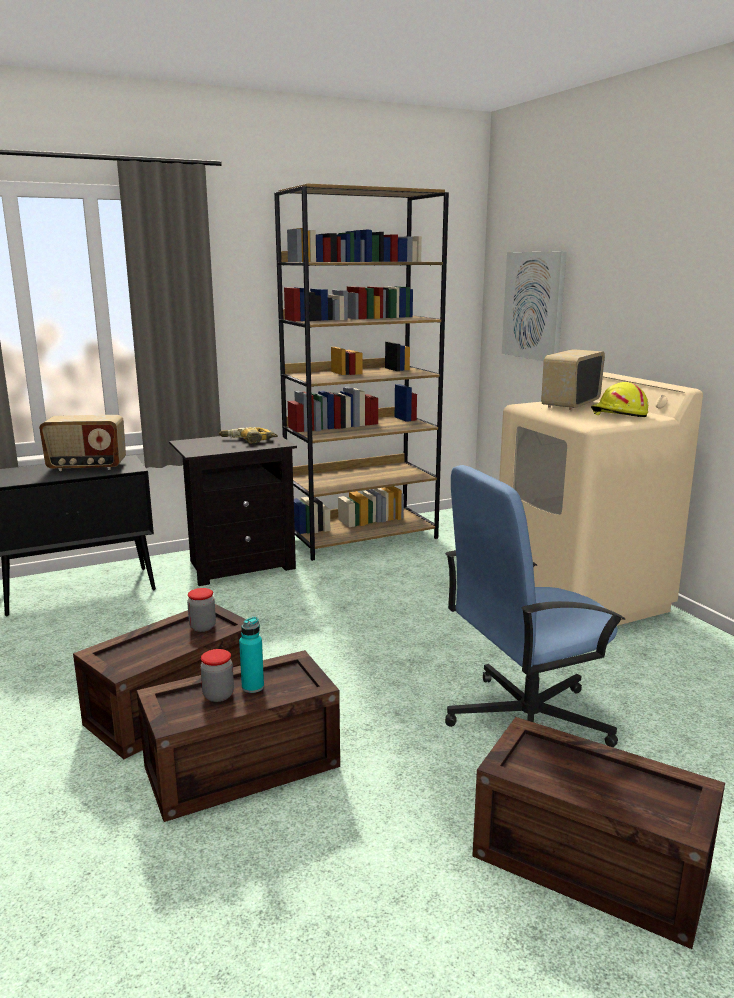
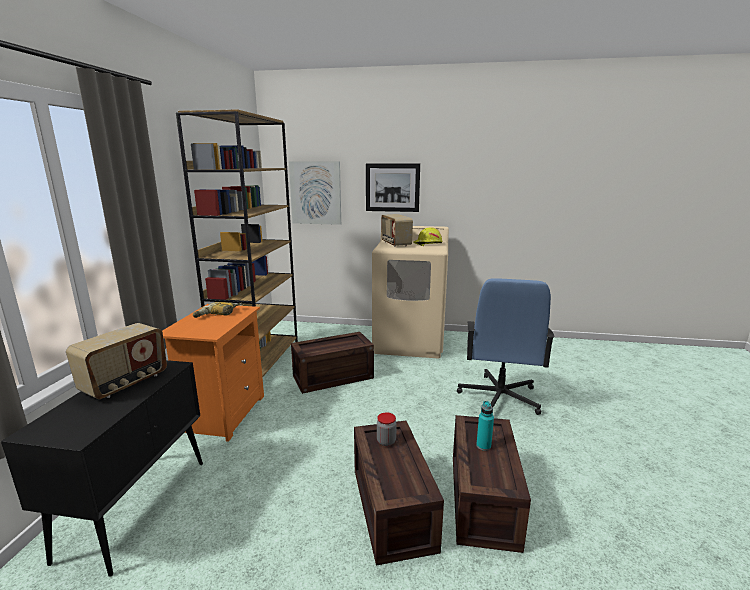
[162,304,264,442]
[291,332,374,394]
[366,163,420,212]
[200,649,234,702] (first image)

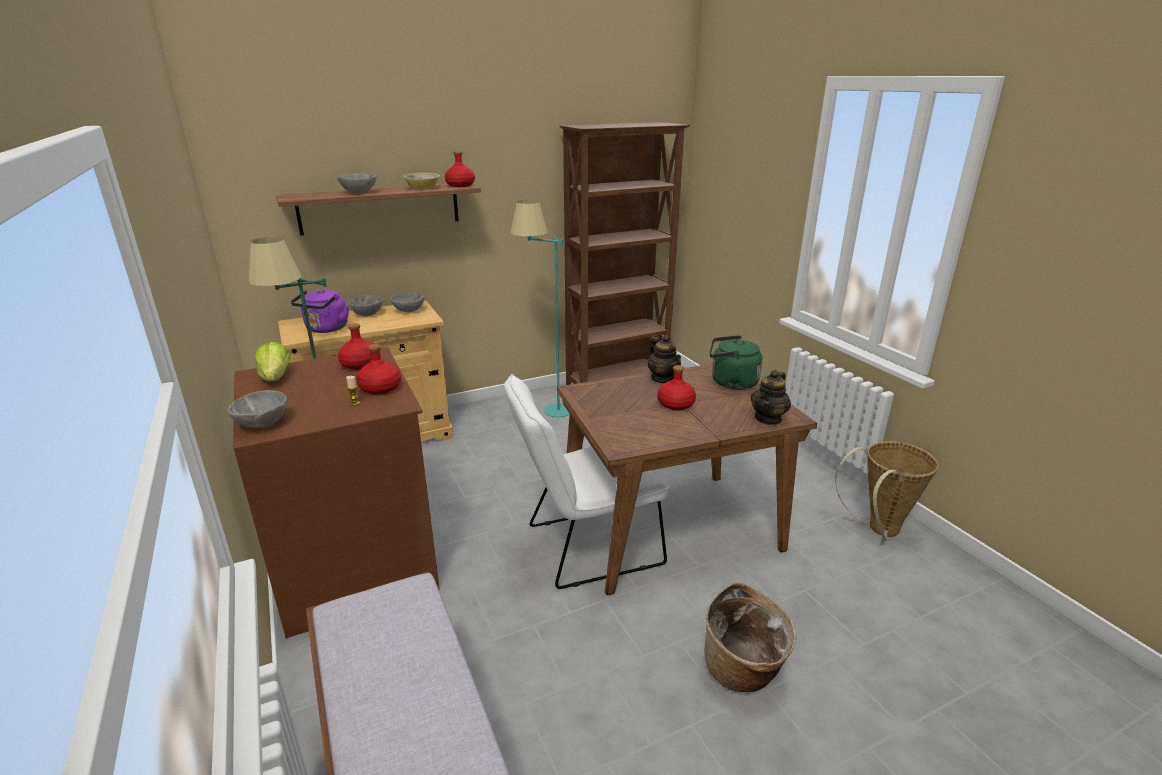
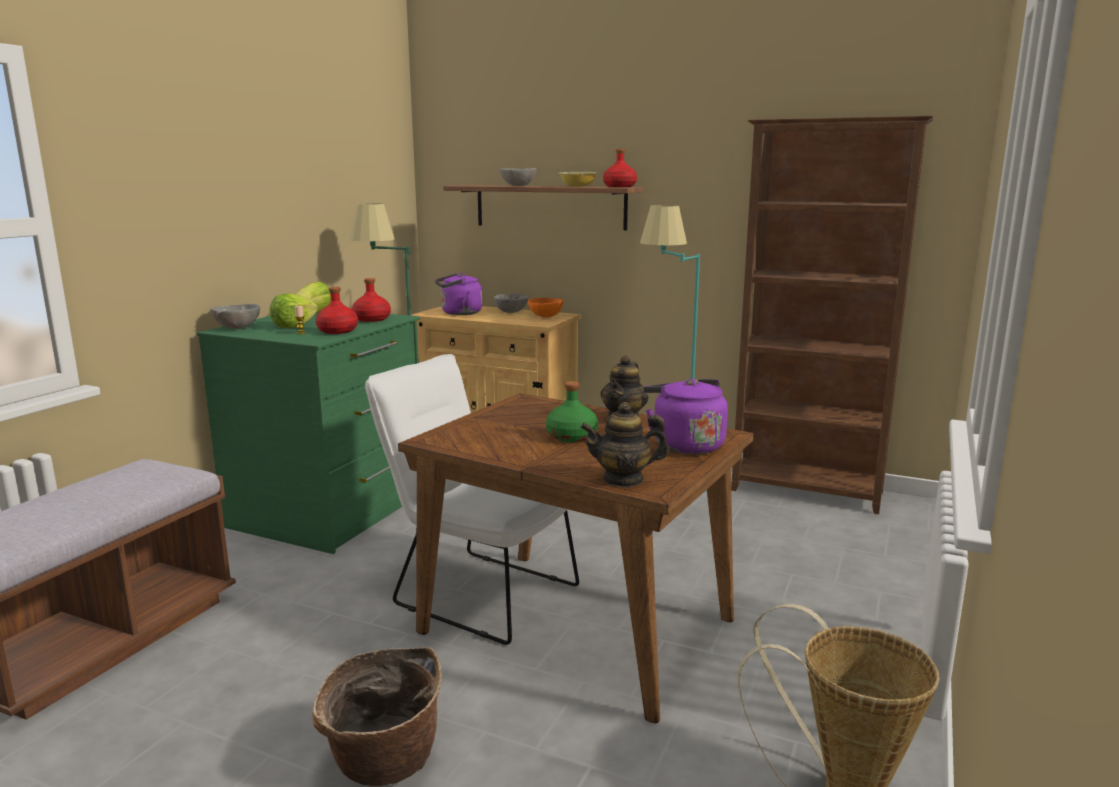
[197,313,420,554]
[269,293,318,328]
[528,298,563,317]
[546,381,598,442]
[643,379,728,454]

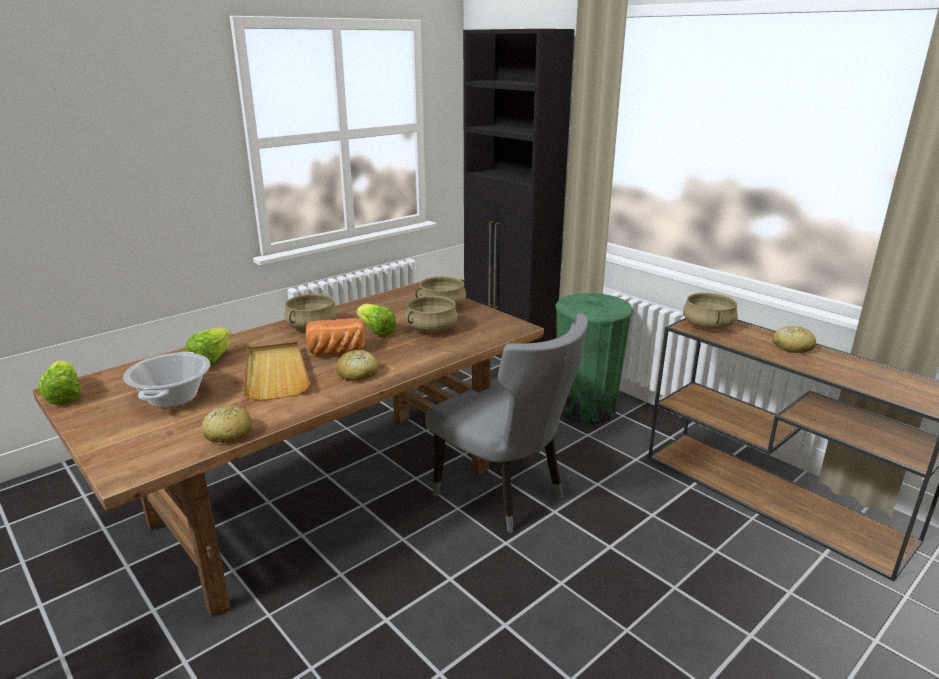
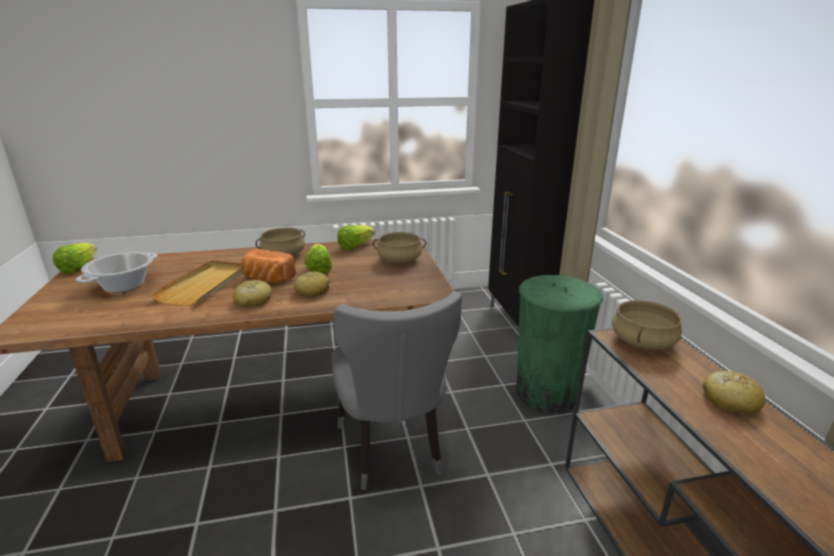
[294,272,330,297]
[337,225,375,250]
[405,296,458,333] (first image)

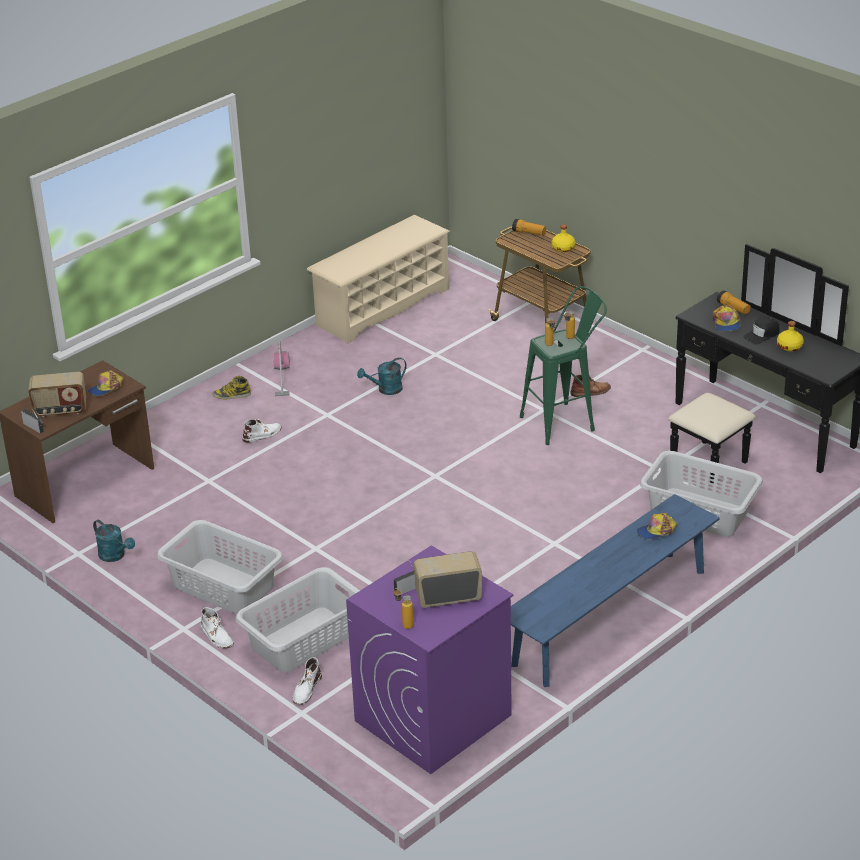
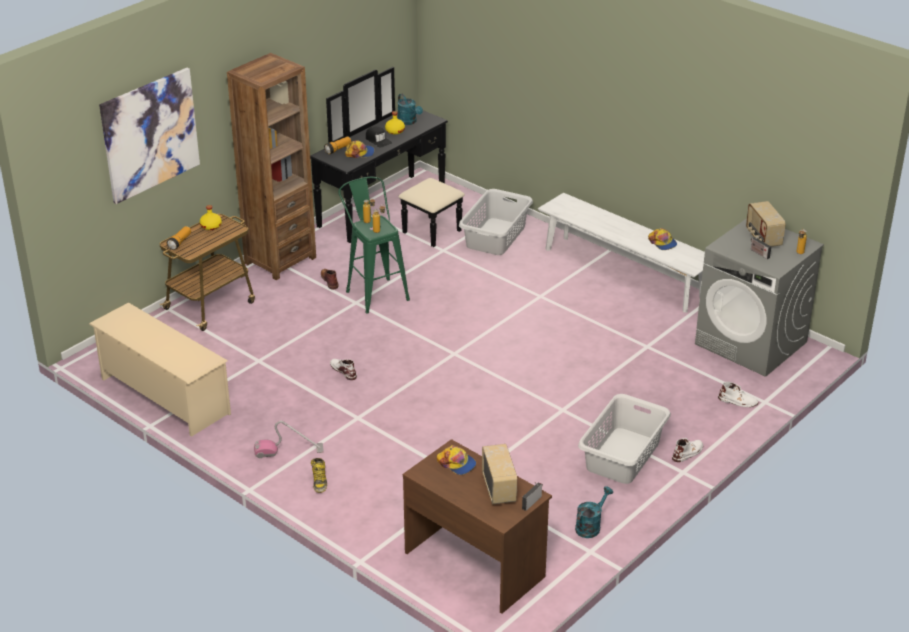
[99,68,200,204]
[227,53,316,280]
[330,359,357,380]
[397,94,423,125]
[538,193,705,312]
[648,228,677,250]
[695,218,824,377]
[236,567,360,673] (first image)

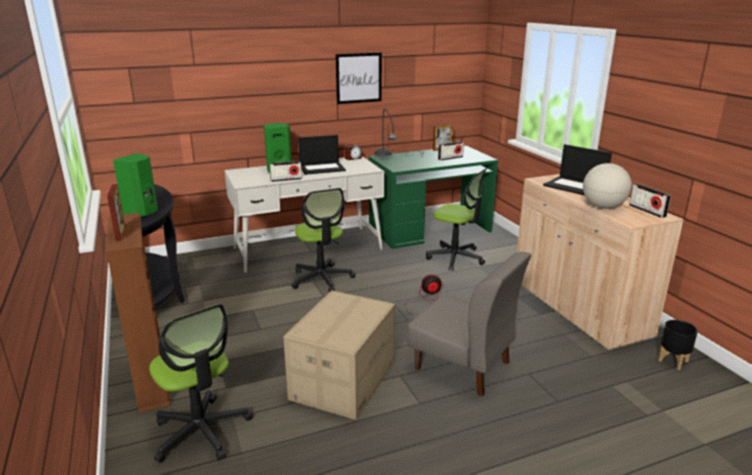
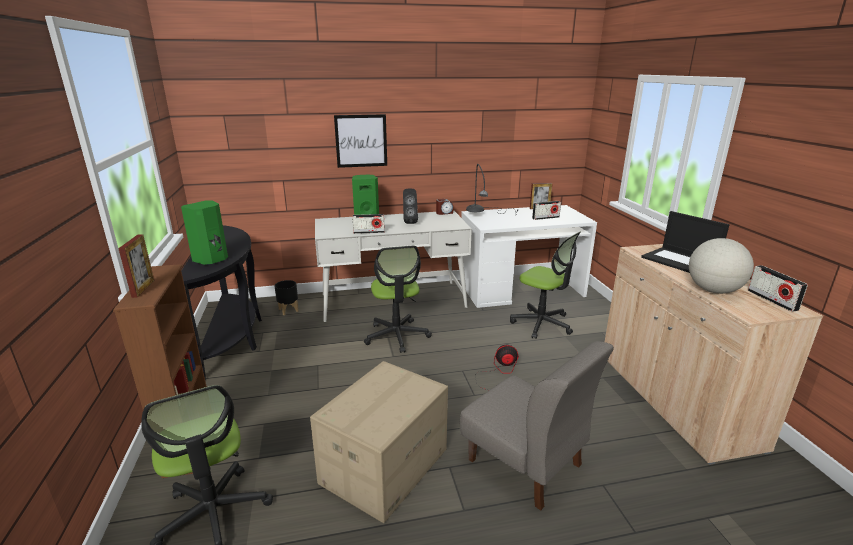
[274,280,299,315]
[334,114,387,168]
[403,189,418,224]
[459,205,597,308]

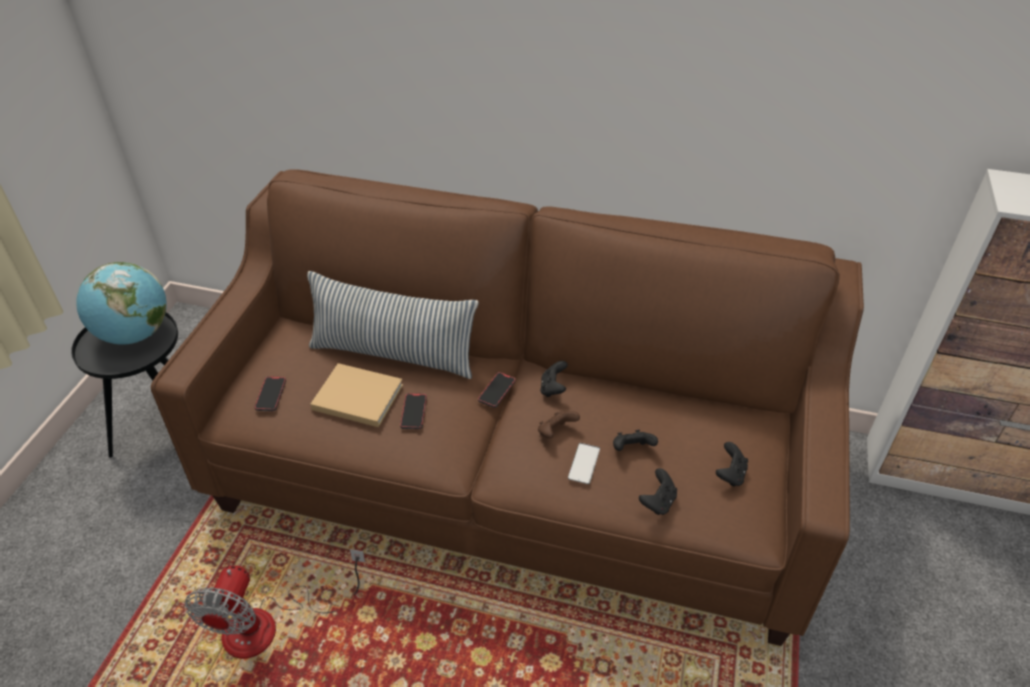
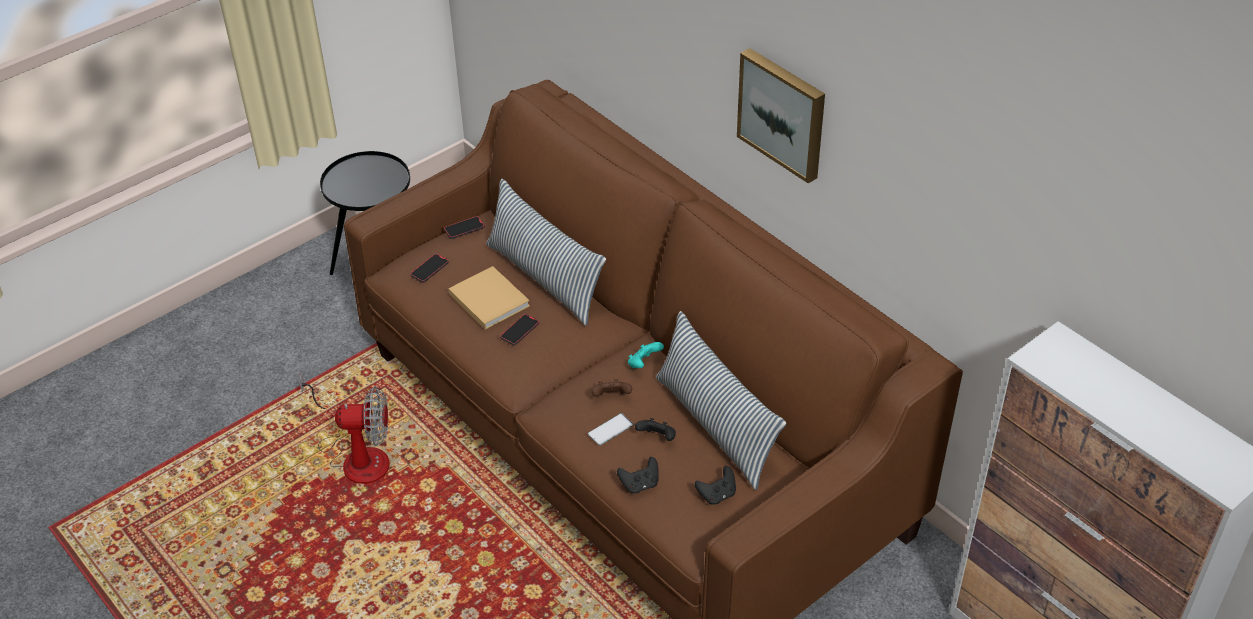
[299,373,390,484]
[444,216,485,239]
[628,342,664,368]
[656,311,786,490]
[737,48,825,184]
[76,262,167,345] (first image)

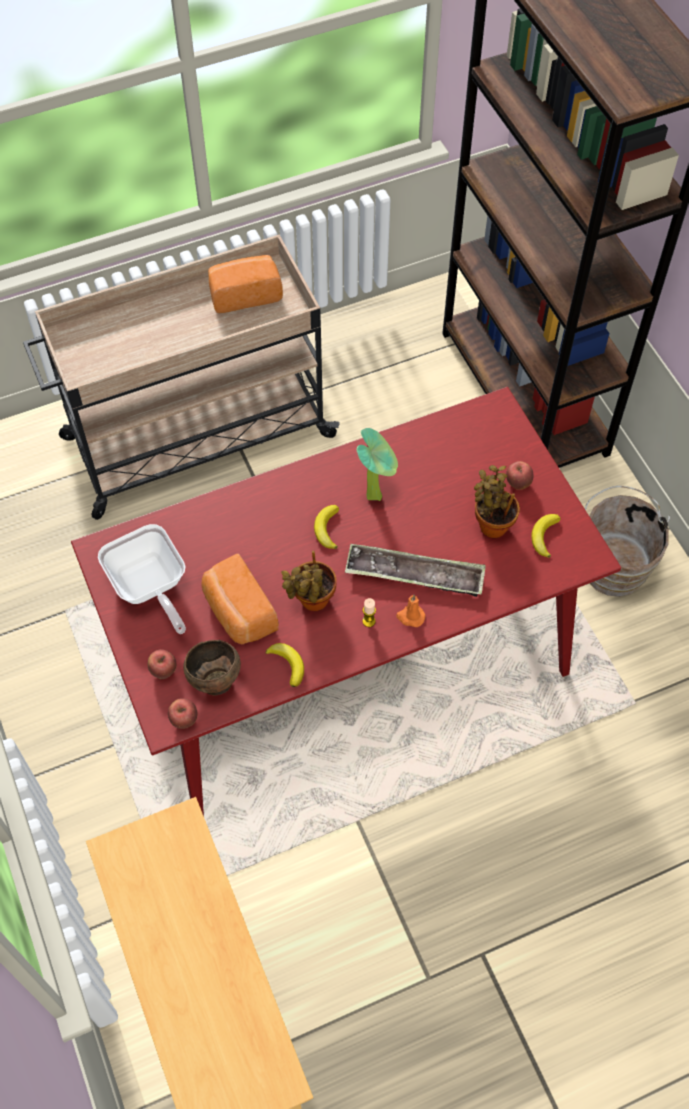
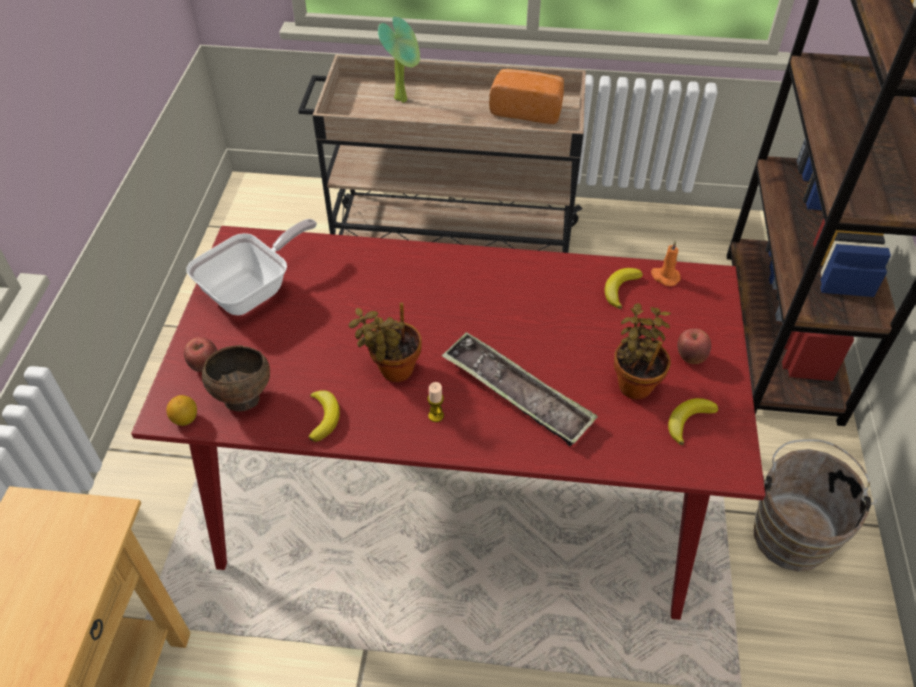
[166,395,197,426]
[186,219,317,315]
[378,16,420,103]
[605,268,643,309]
[651,241,681,286]
[201,554,279,644] (first image)

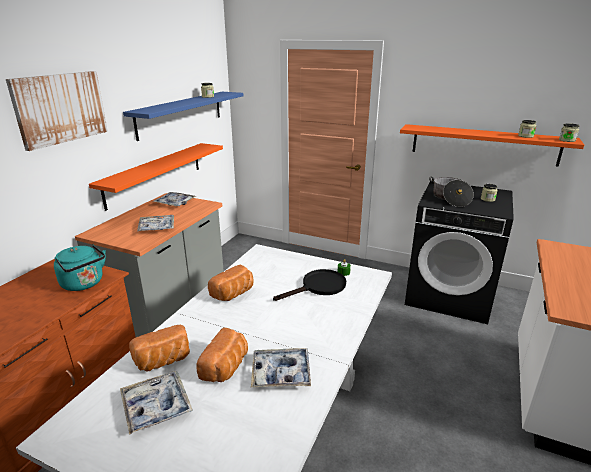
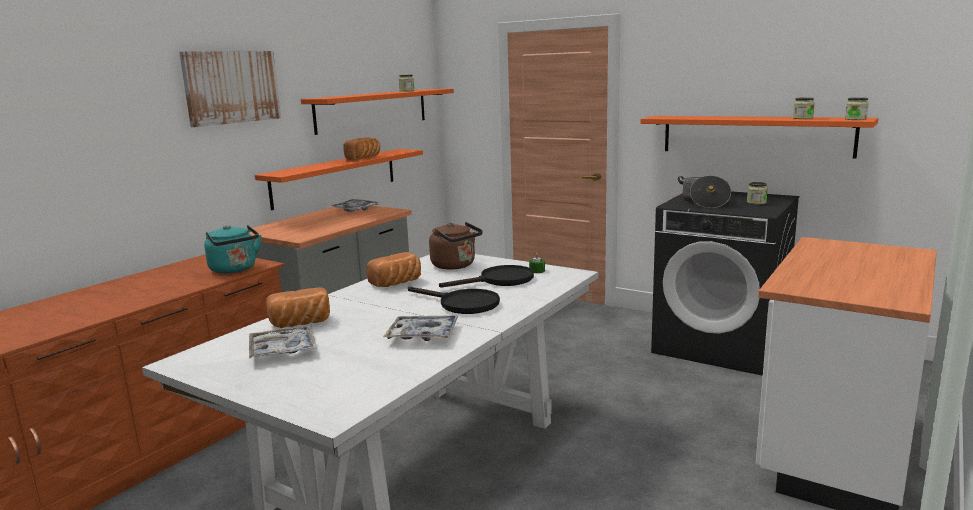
[301,89,454,135]
[344,137,380,160]
[408,287,500,314]
[429,222,483,270]
[137,215,174,232] (first image)

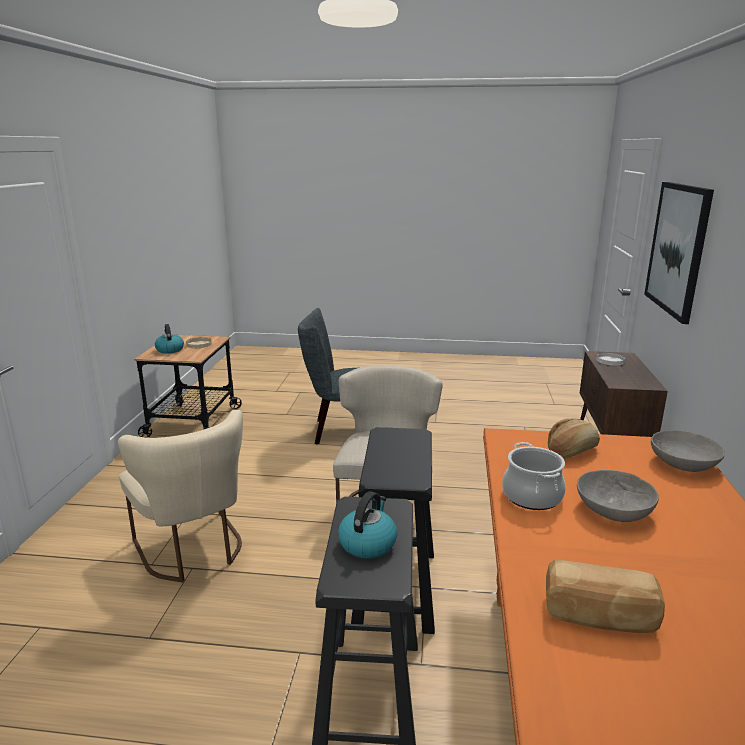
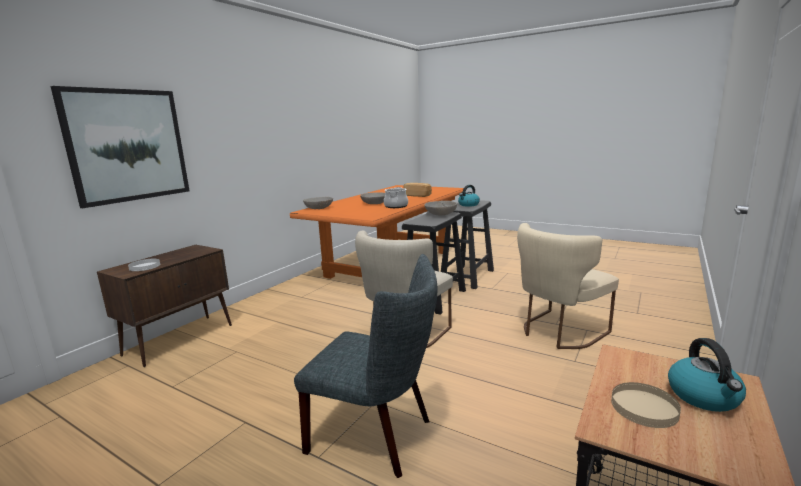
[424,201,457,215]
[517,223,619,349]
[548,418,600,459] (first image)

